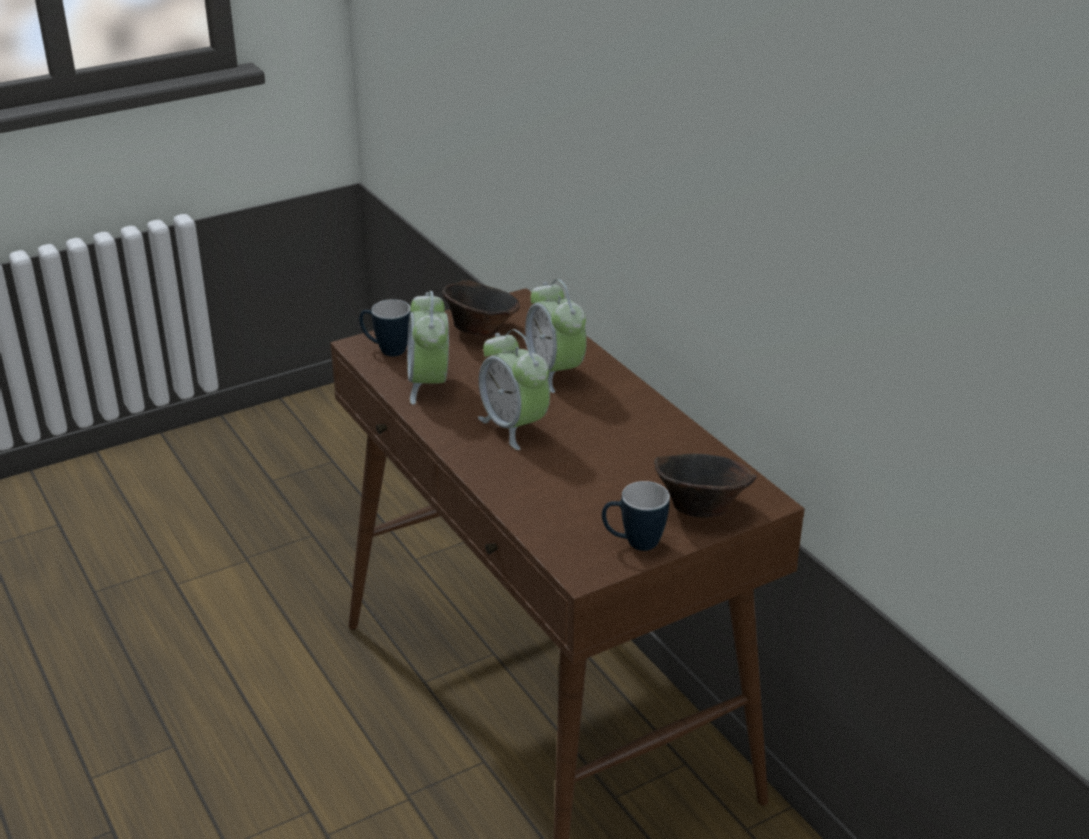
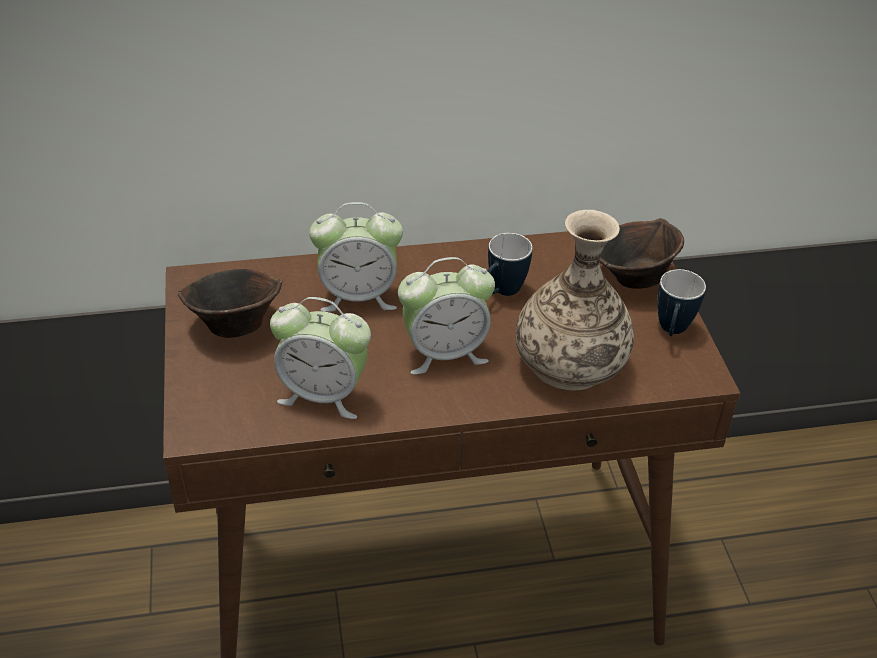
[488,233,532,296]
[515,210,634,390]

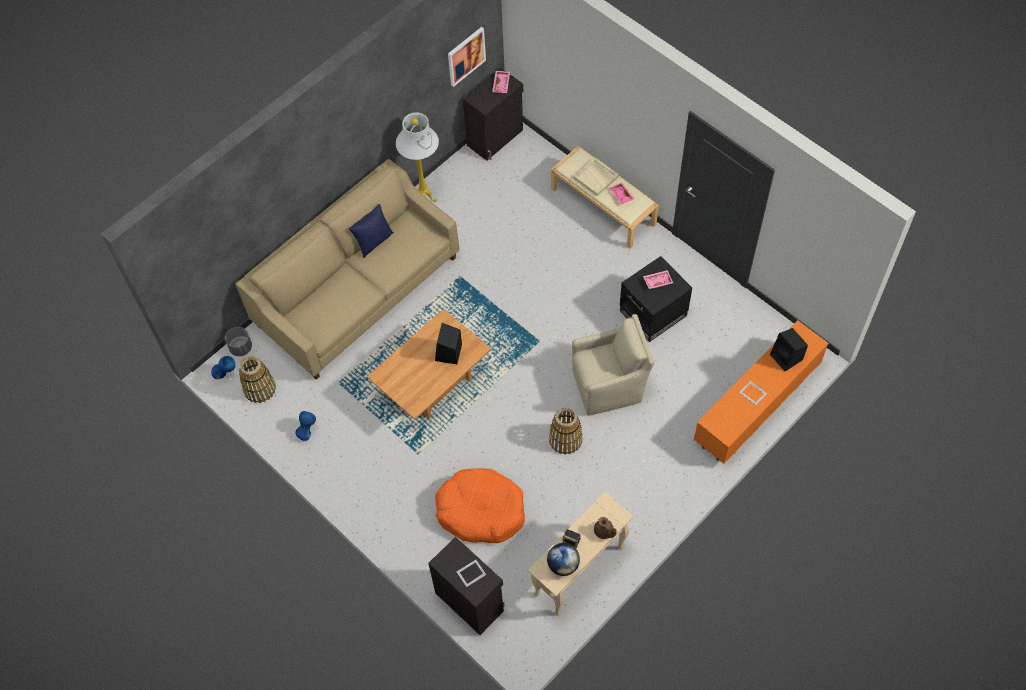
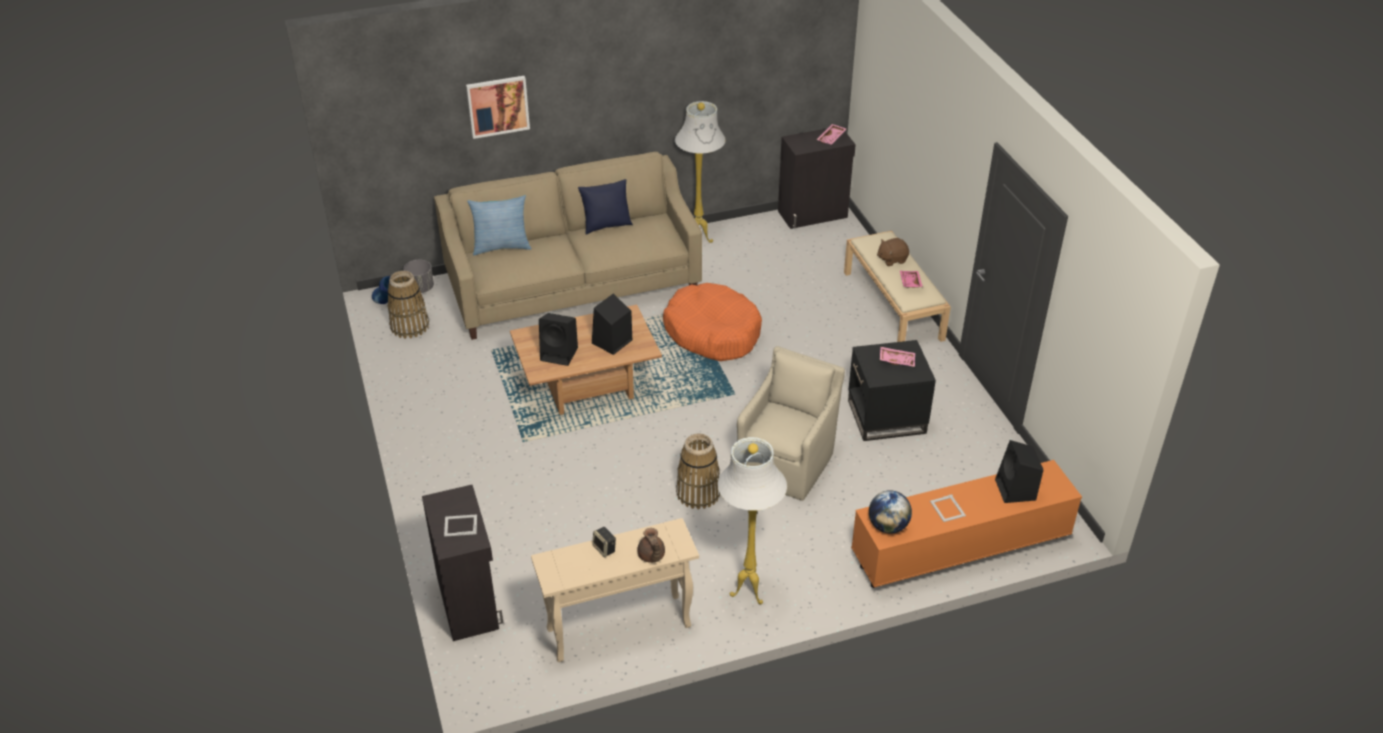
[466,76,530,139]
[467,195,532,255]
[539,313,578,366]
[663,283,762,361]
[718,437,787,605]
[737,346,845,501]
[869,490,912,534]
[877,238,909,266]
[295,411,316,441] (first image)

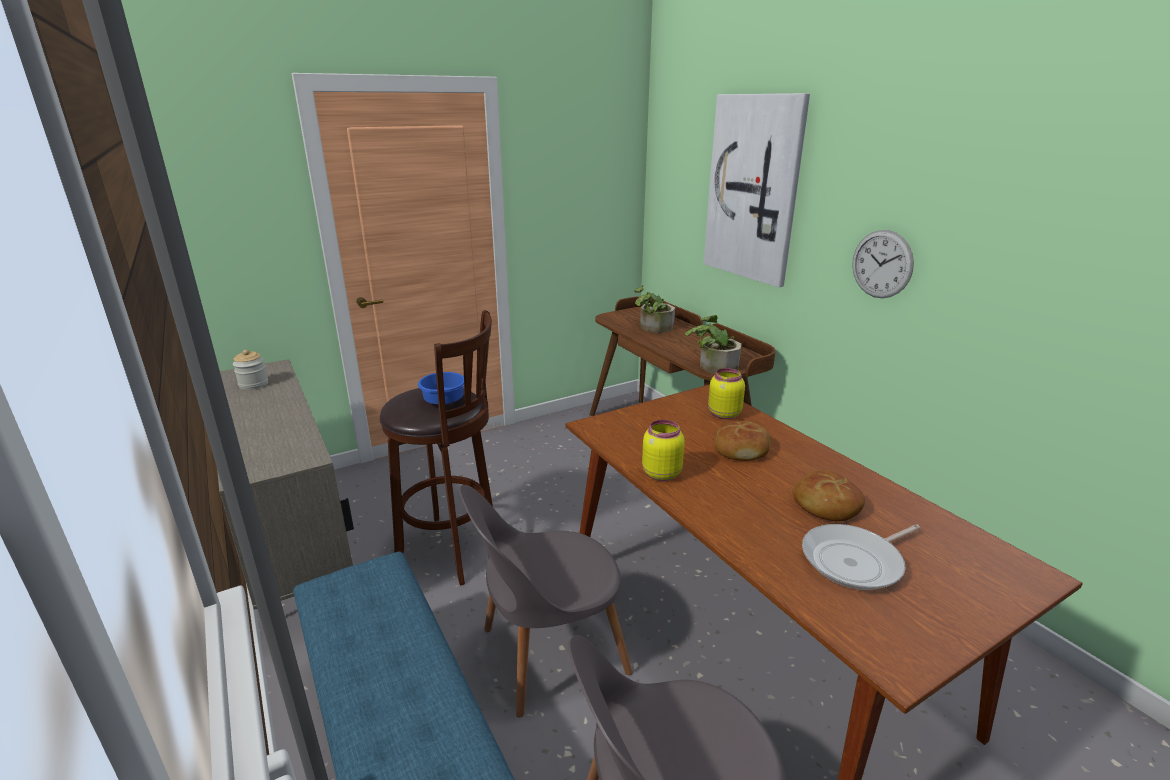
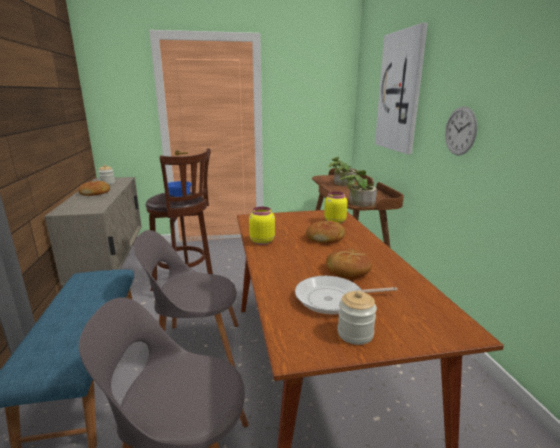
[78,181,110,196]
[337,291,377,345]

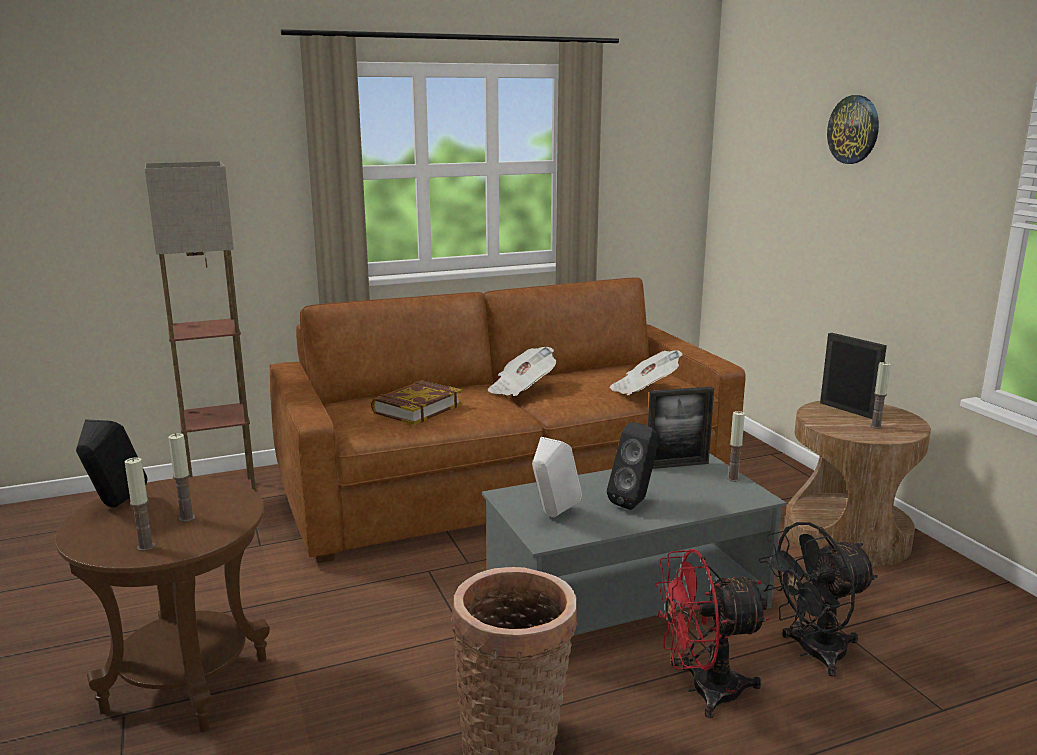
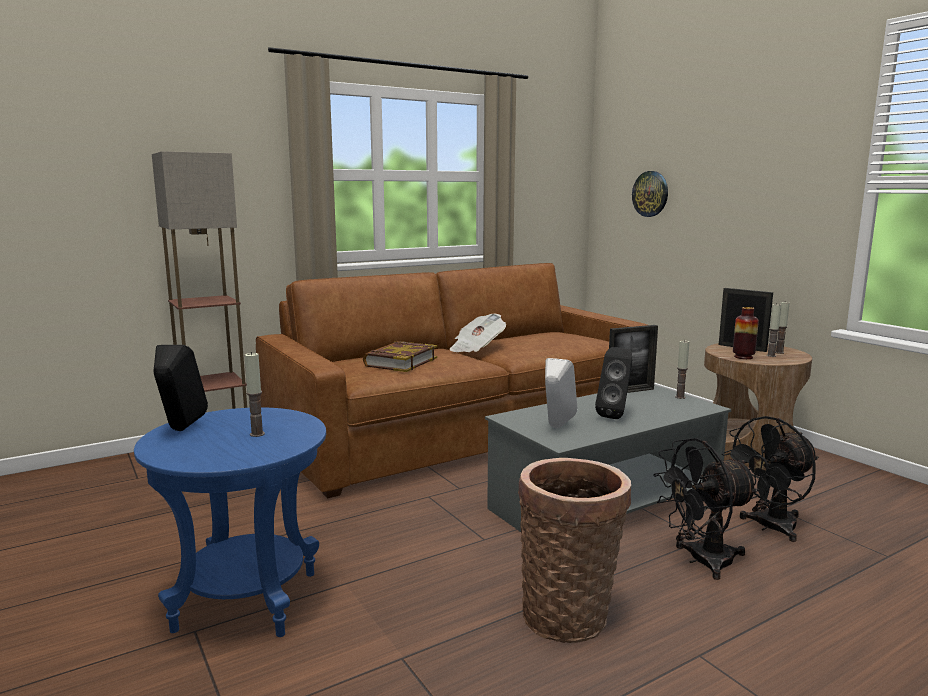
[134,407,326,637]
[632,171,668,217]
[653,438,759,580]
[733,307,759,359]
[775,302,789,354]
[610,350,683,395] (first image)

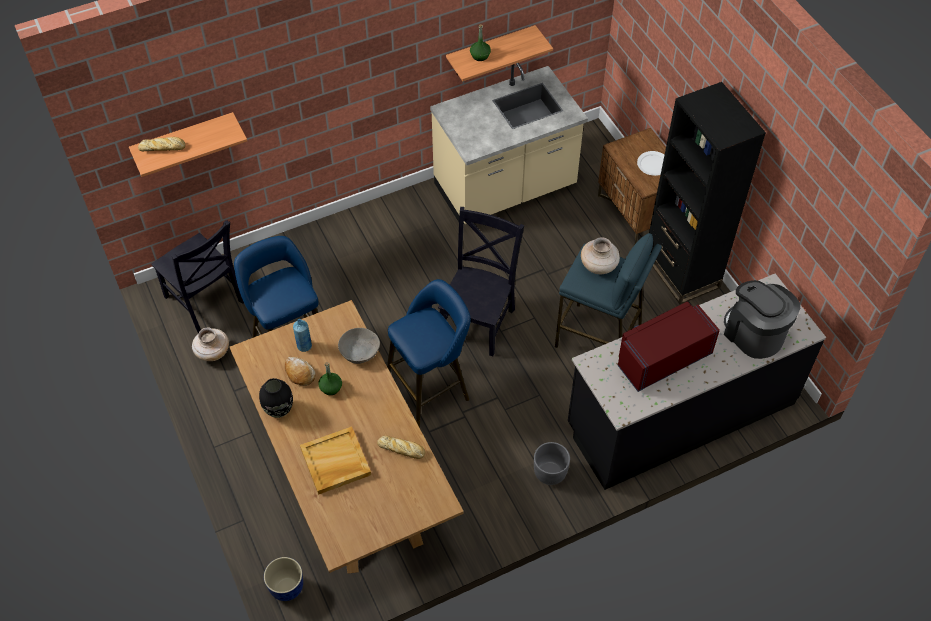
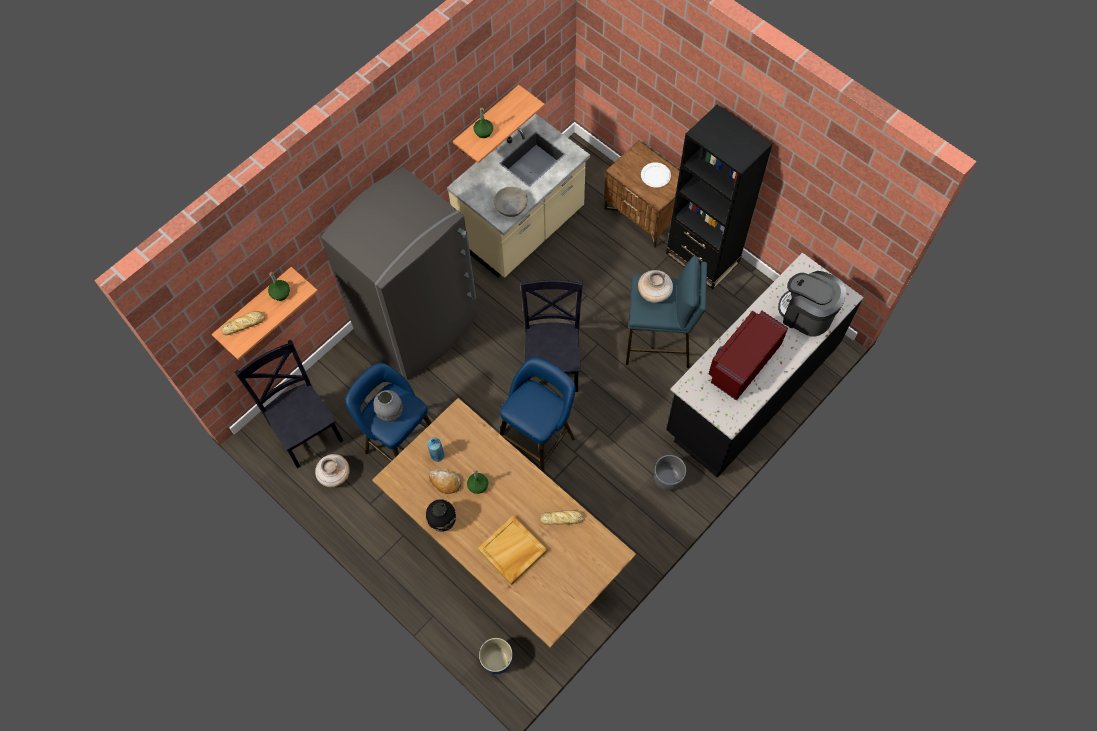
[234,340,343,469]
[268,272,290,301]
[321,167,478,380]
[373,390,403,422]
[494,187,528,217]

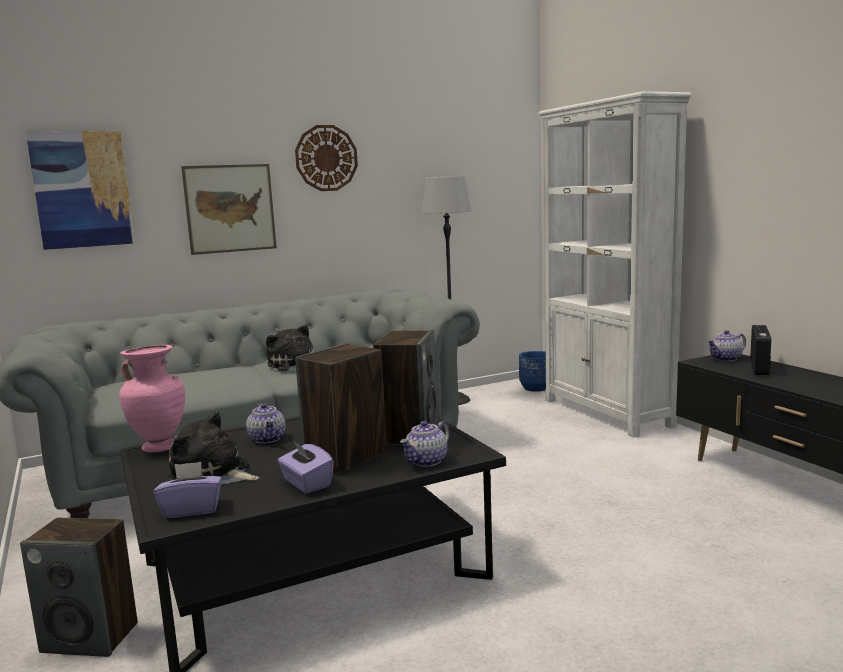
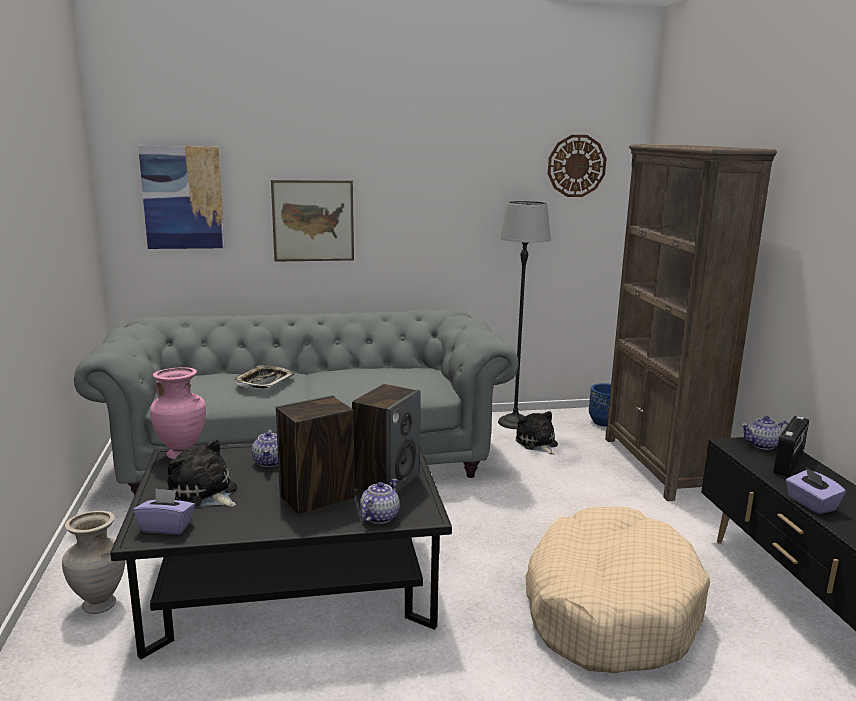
[62,511,126,614]
[234,365,294,389]
[360,479,399,524]
[516,411,558,455]
[525,507,710,673]
[548,135,607,197]
[605,144,777,501]
[786,467,846,514]

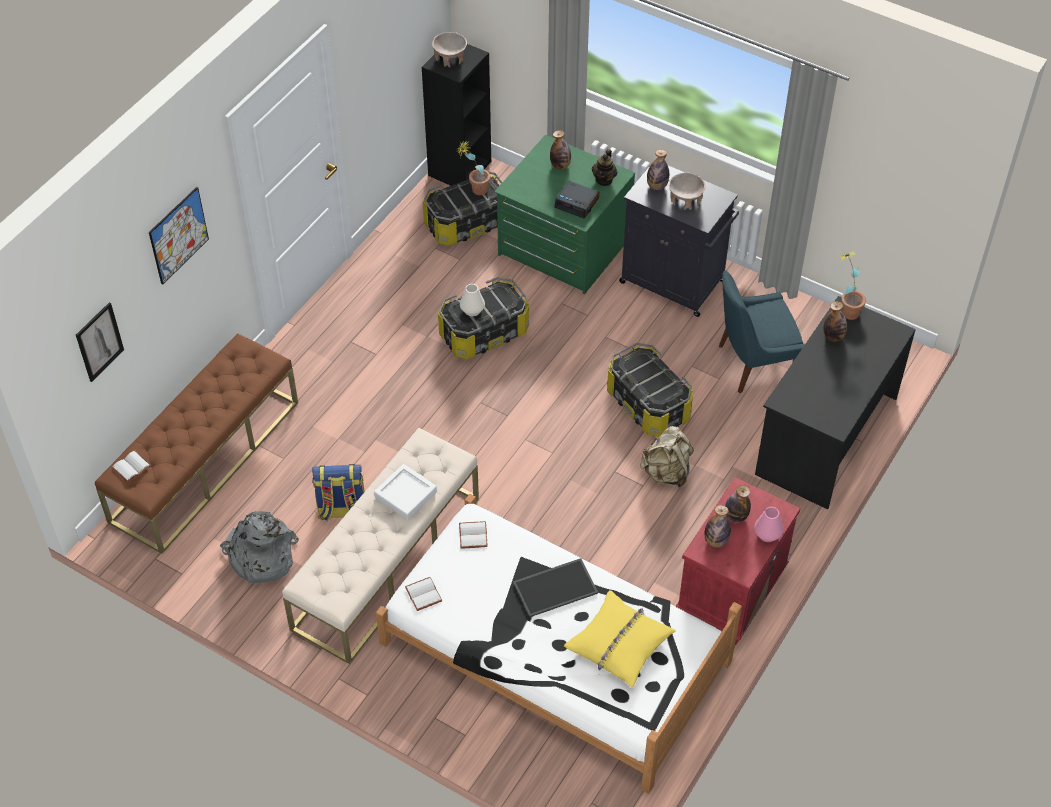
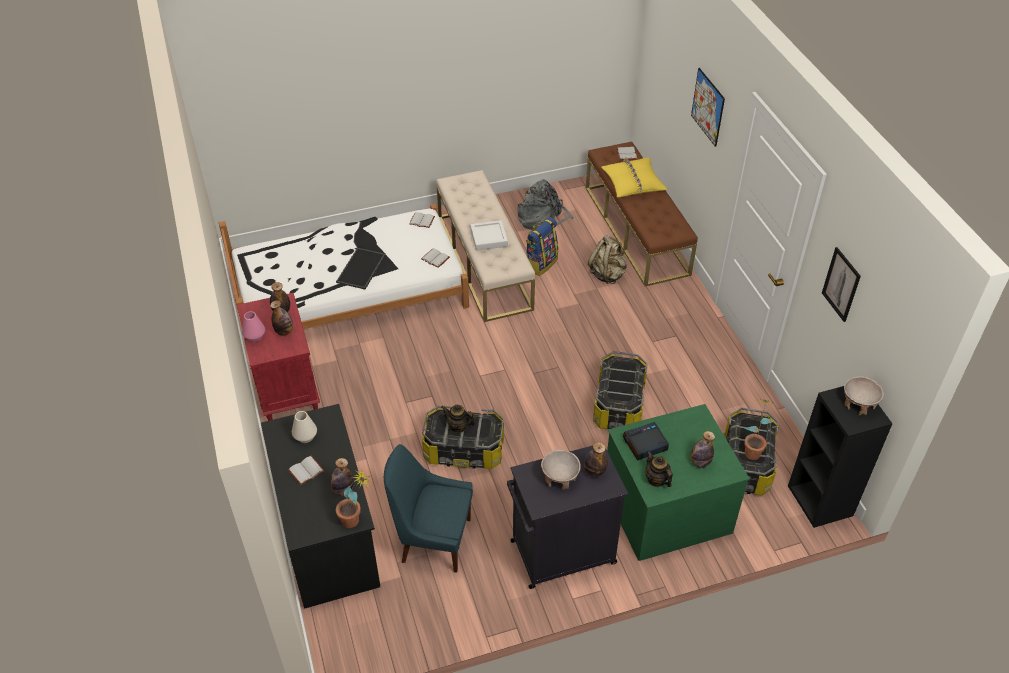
[288,456,325,485]
[292,411,317,443]
[384,444,473,572]
[441,405,475,433]
[588,235,627,284]
[601,158,667,197]
[822,247,861,322]

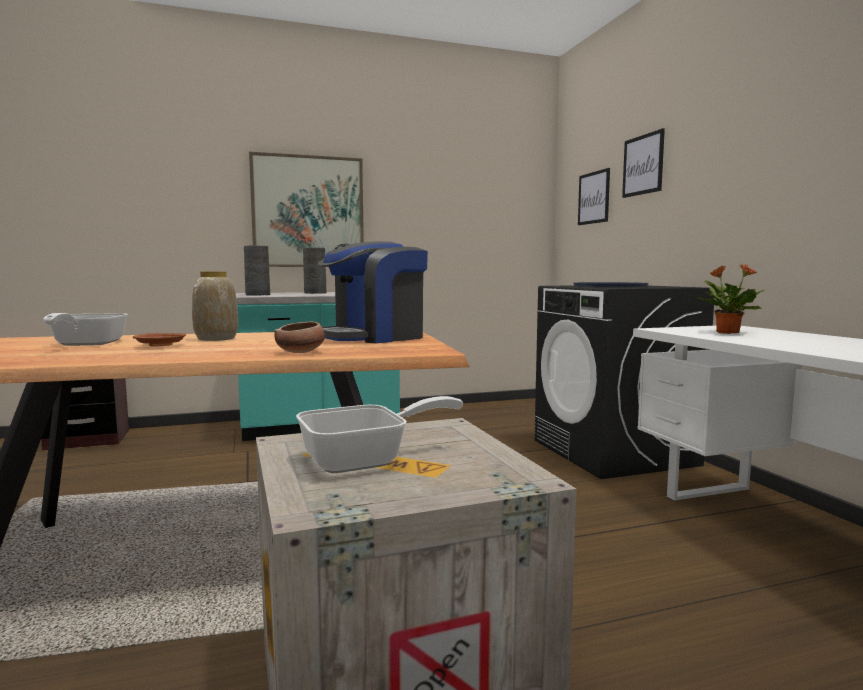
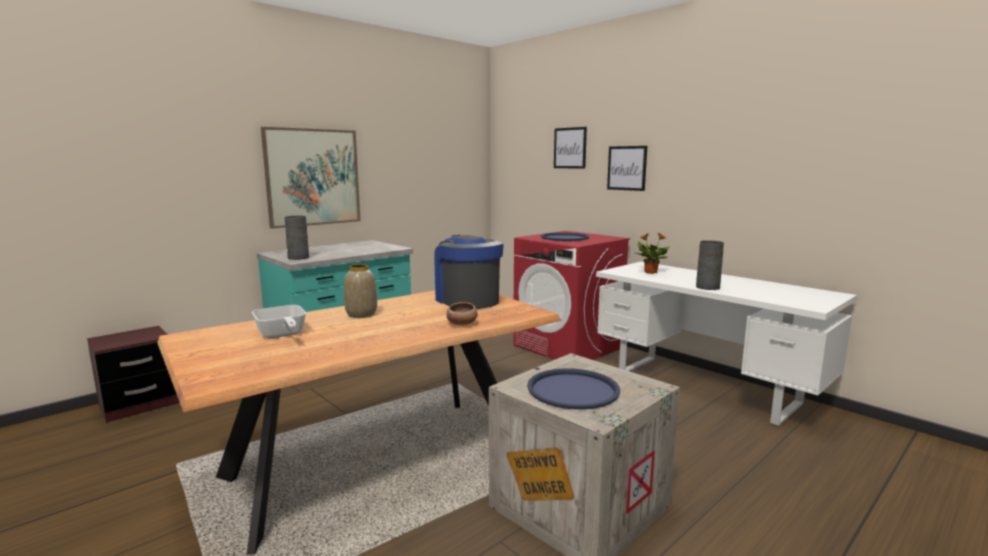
[434,235,504,309]
[513,231,630,360]
[527,368,620,410]
[607,146,647,191]
[696,241,724,290]
[133,333,186,347] (first image)

